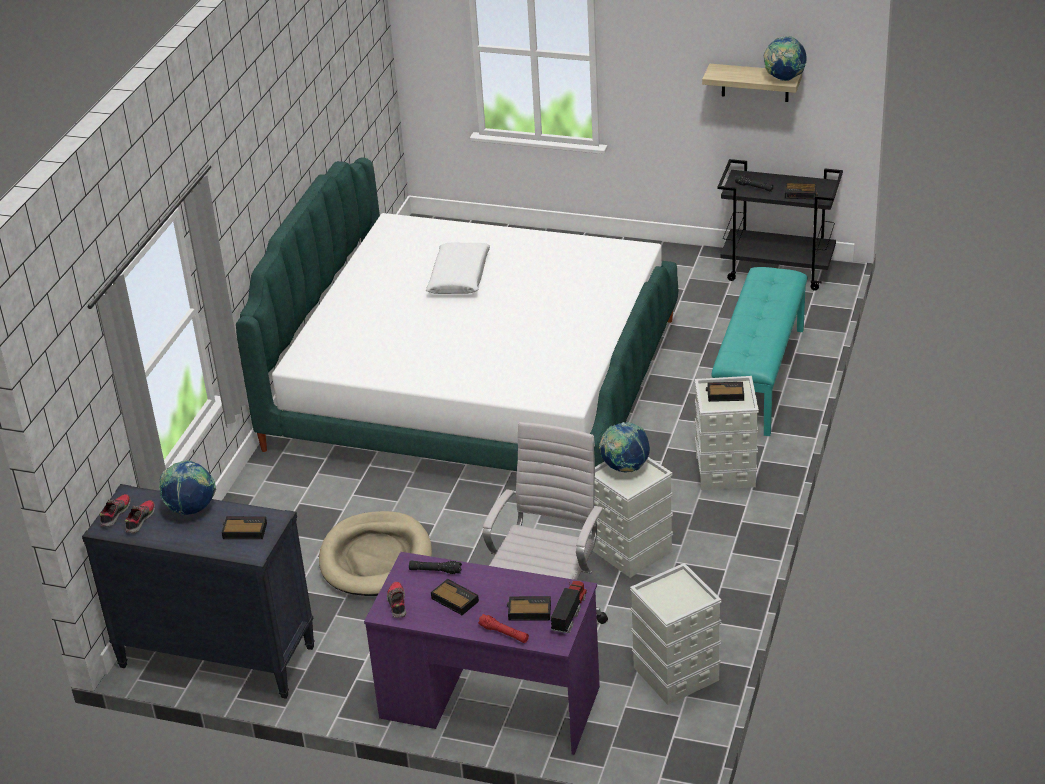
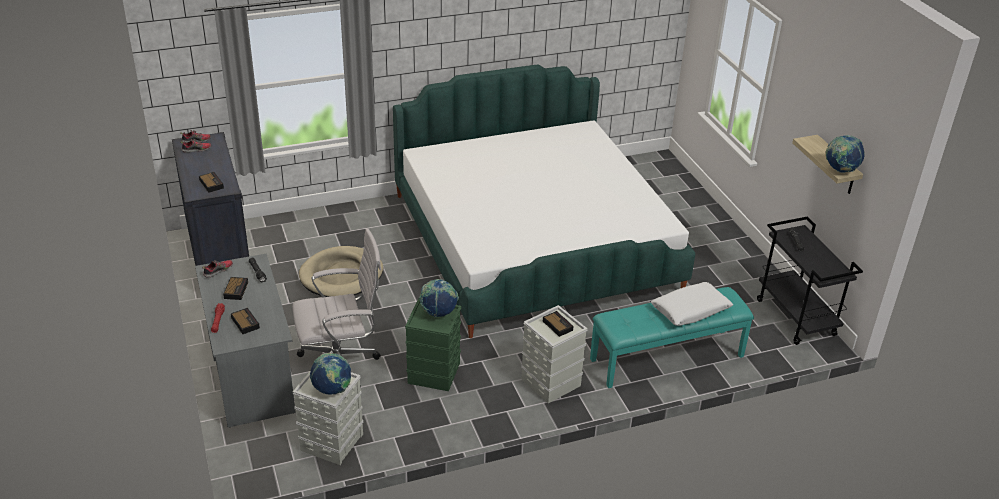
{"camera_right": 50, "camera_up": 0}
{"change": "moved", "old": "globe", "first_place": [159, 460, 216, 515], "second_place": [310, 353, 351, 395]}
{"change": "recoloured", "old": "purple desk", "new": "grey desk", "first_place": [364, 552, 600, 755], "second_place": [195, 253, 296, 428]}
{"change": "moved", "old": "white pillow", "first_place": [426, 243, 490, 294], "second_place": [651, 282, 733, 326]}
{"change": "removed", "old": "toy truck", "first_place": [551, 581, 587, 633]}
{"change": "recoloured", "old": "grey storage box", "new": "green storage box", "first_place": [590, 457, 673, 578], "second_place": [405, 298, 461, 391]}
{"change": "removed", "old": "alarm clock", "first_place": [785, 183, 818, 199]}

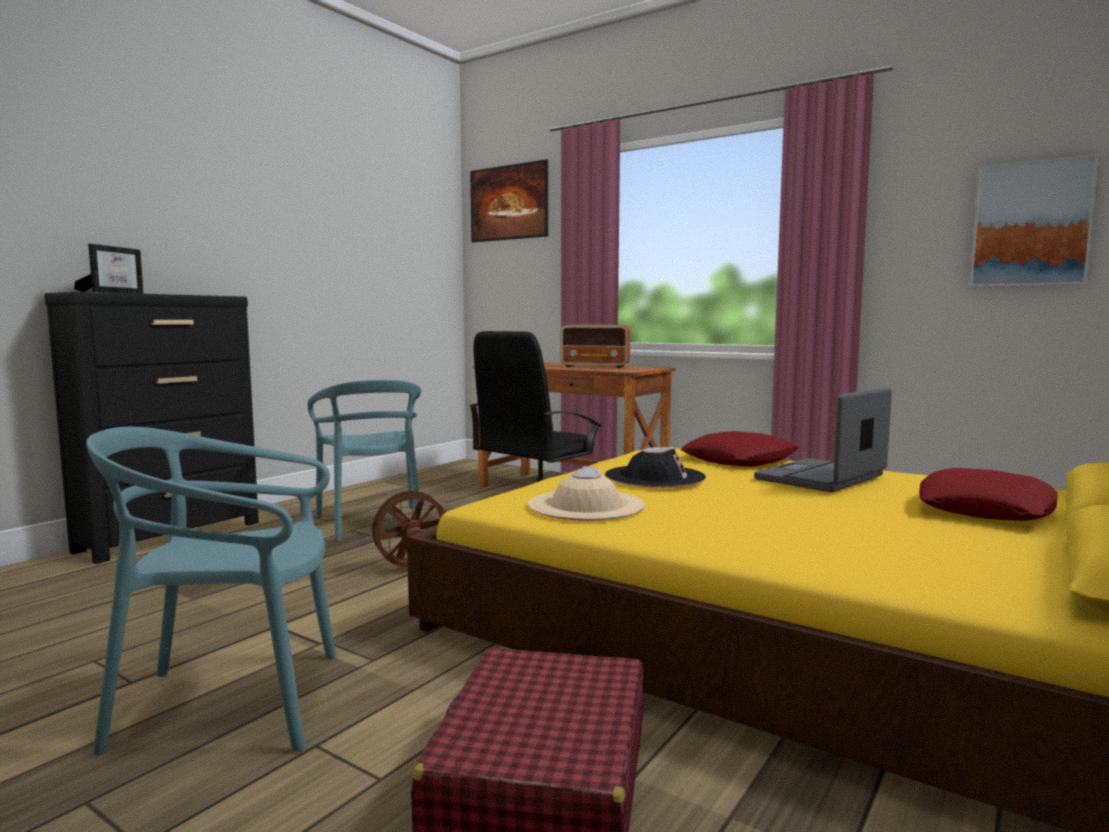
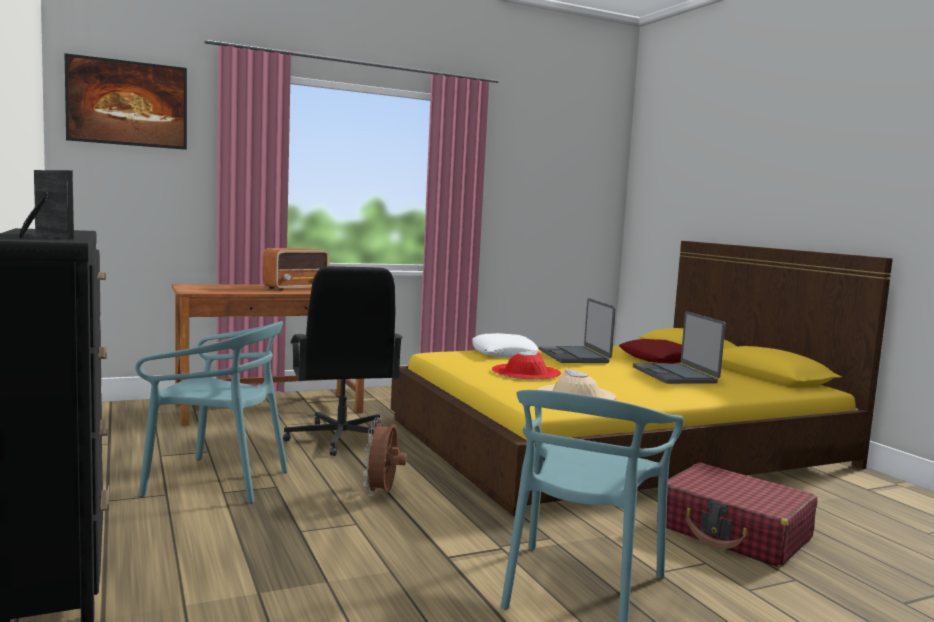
{"camera_right": -60, "camera_up": 0}
{"change": "recoloured", "old": "black hat", "new": "red hat", "first_place": [605, 447, 706, 488], "second_place": [492, 350, 561, 380]}
{"change": "recoloured", "old": "red pillow", "new": "white pillow", "first_place": [681, 431, 799, 467], "second_place": [472, 333, 539, 358]}
{"change": "removed", "old": "picture", "first_place": [969, 154, 1099, 287]}
{"change": "added", "new": "laptop", "second_place": [633, 311, 726, 384]}

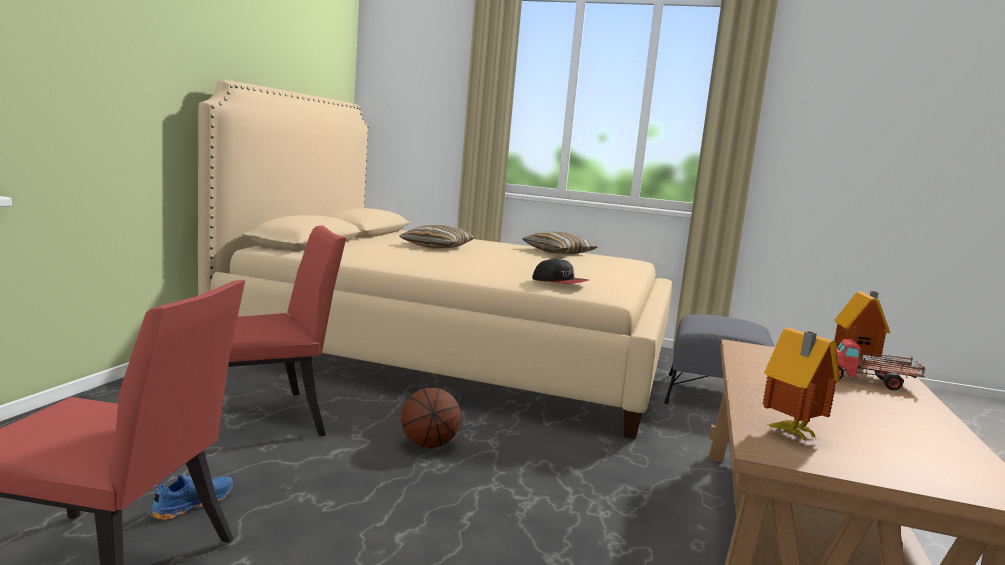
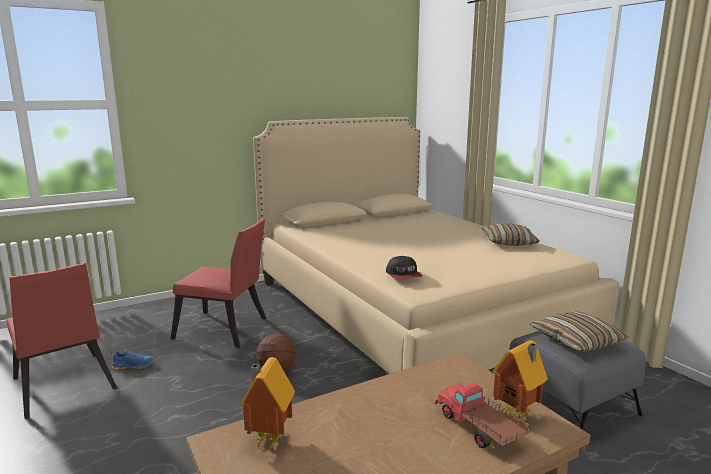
{"camera_right": 45, "camera_up": 5}
{"change": "moved", "old": "pillow", "first_place": [399, 225, 474, 249], "second_place": [530, 311, 629, 353]}

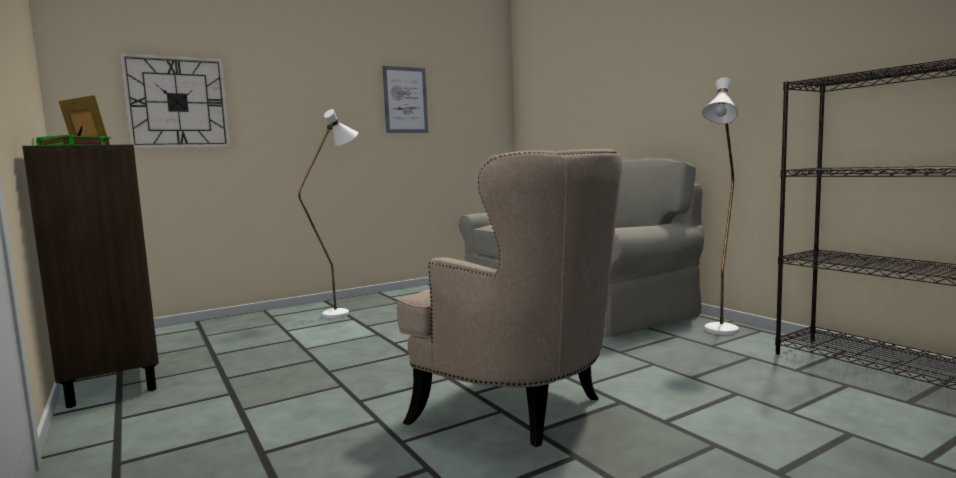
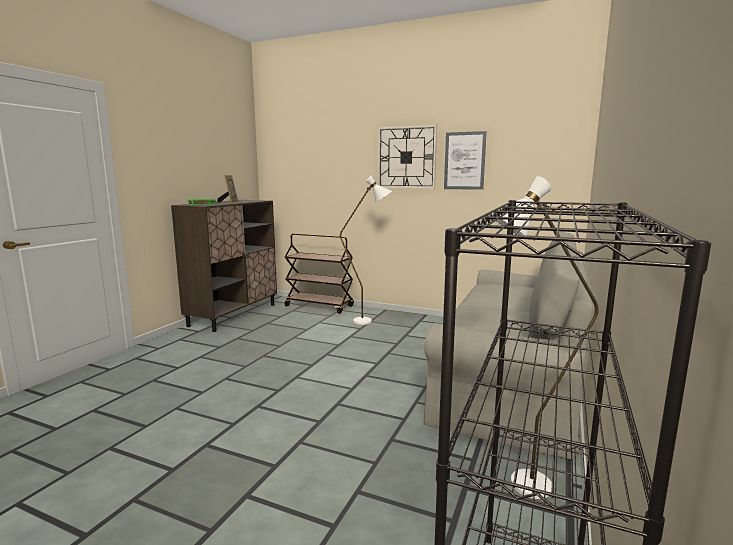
{"camera_right": 55, "camera_up": 5}
{"change": "moved", "old": "wall clock", "first_place": [120, 53, 230, 149], "second_place": [378, 125, 437, 189]}
{"change": "removed", "old": "beige armchair", "first_place": [397, 149, 622, 447]}
{"change": "added", "new": "brown cart", "second_place": [284, 234, 354, 314]}

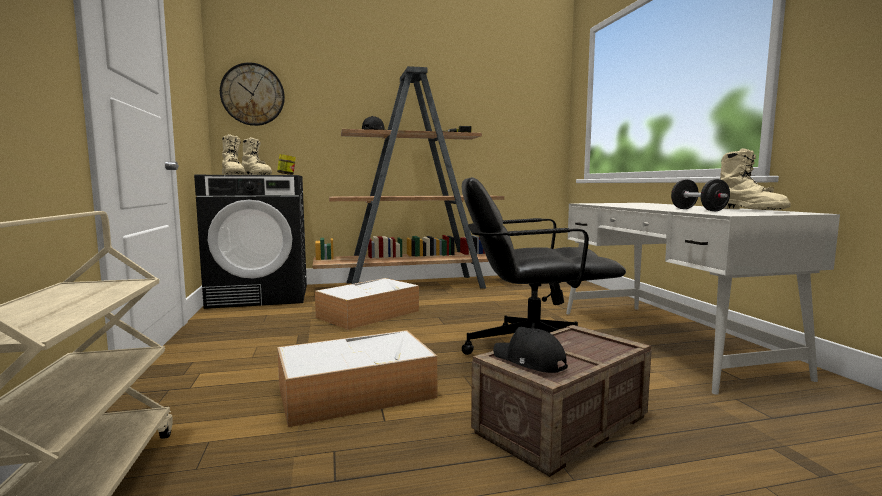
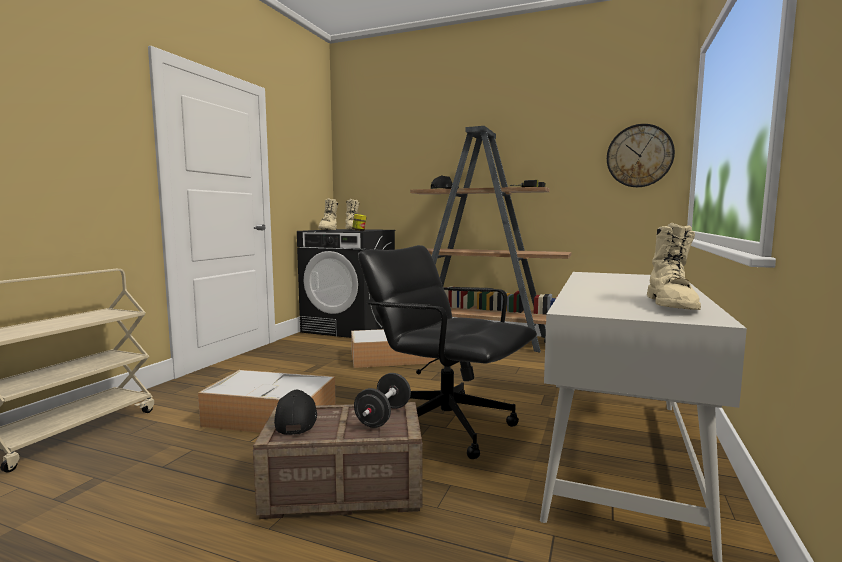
{"camera_right": 35, "camera_up": 0}
{"change": "moved", "old": "wall clock", "first_place": [220, 63, 285, 126], "second_place": [607, 124, 675, 187]}
{"change": "moved", "old": "black dumbbell", "first_place": [671, 179, 730, 211], "second_place": [354, 373, 411, 428]}

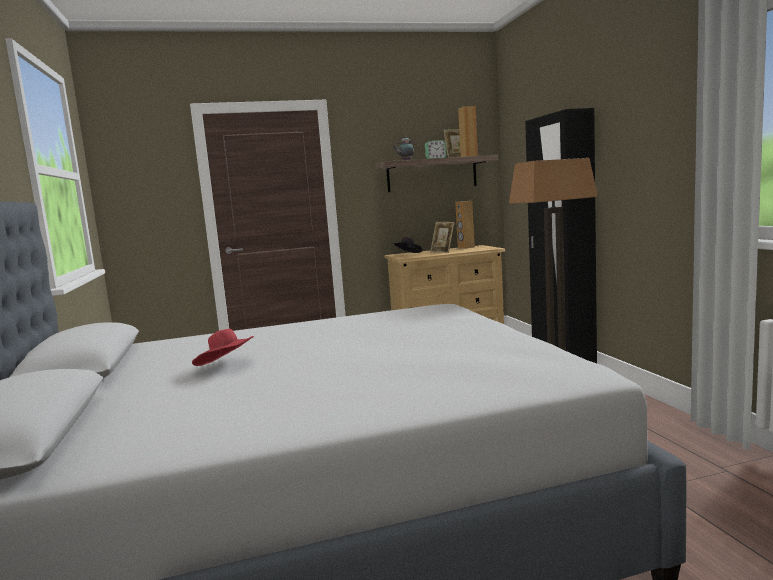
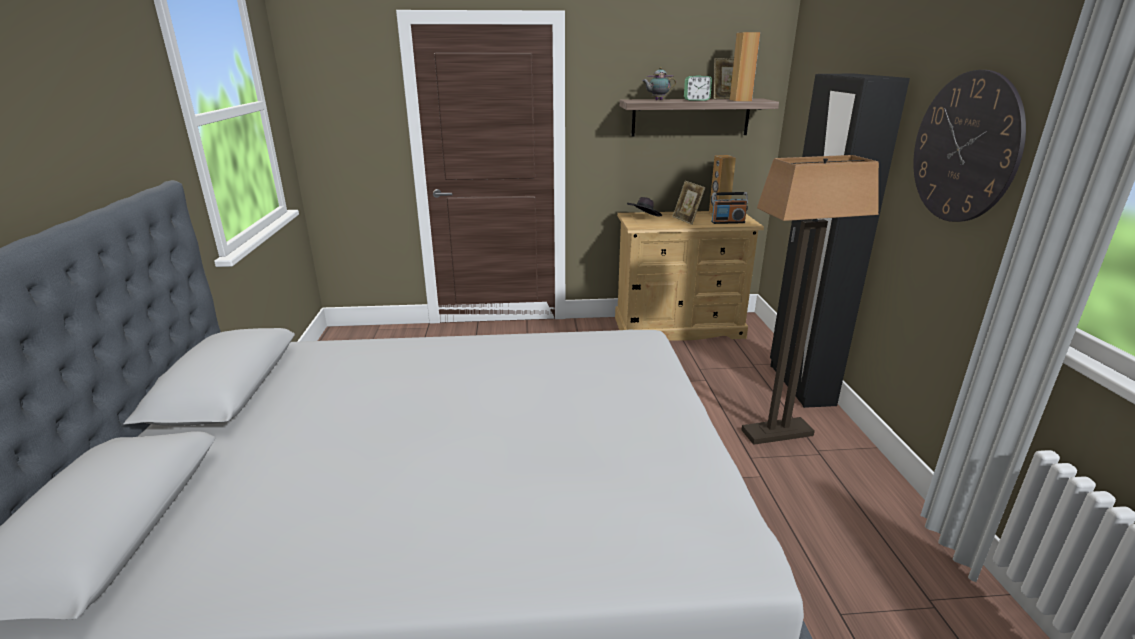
{"camera_right": 10, "camera_up": 15}
{"change": "removed", "old": "red hat", "first_place": [192, 329, 254, 366]}
{"change": "added", "new": "radio", "second_place": [711, 192, 748, 224]}
{"change": "added", "new": "wall clock", "second_place": [913, 70, 1026, 222]}

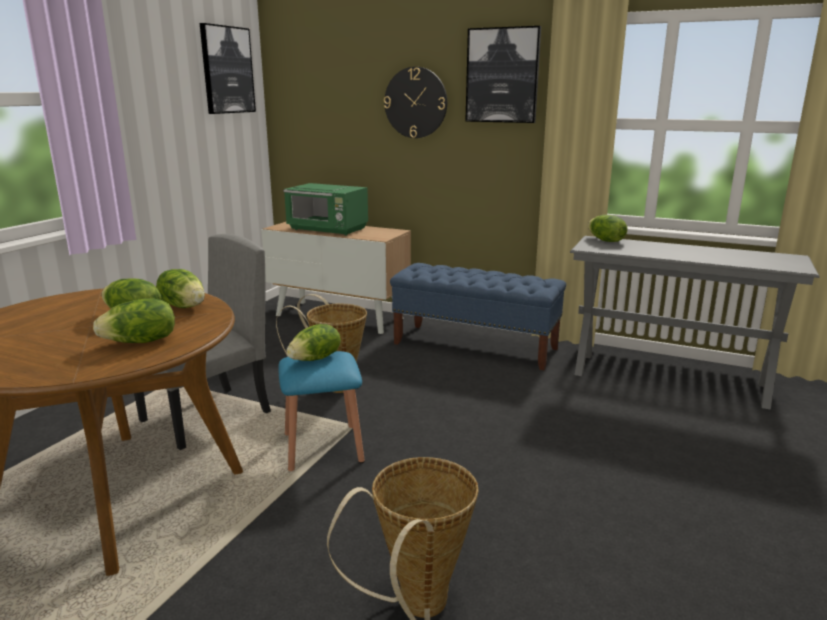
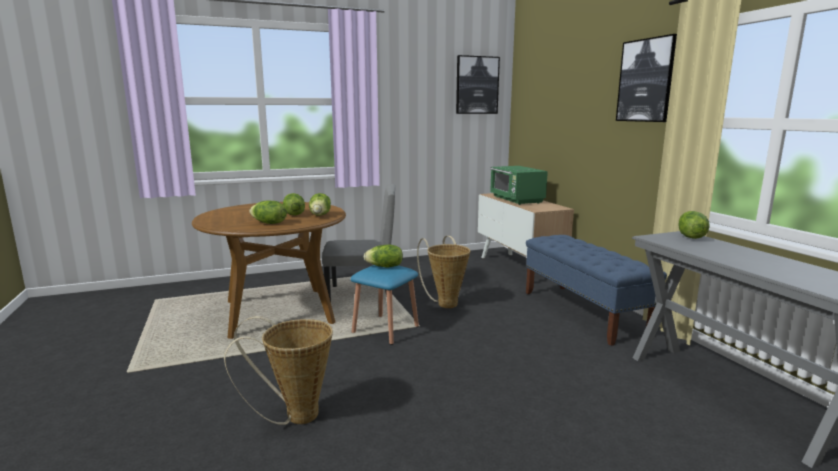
{"camera_right": 45, "camera_up": -5}
{"change": "removed", "old": "wall clock", "first_place": [384, 67, 447, 138]}

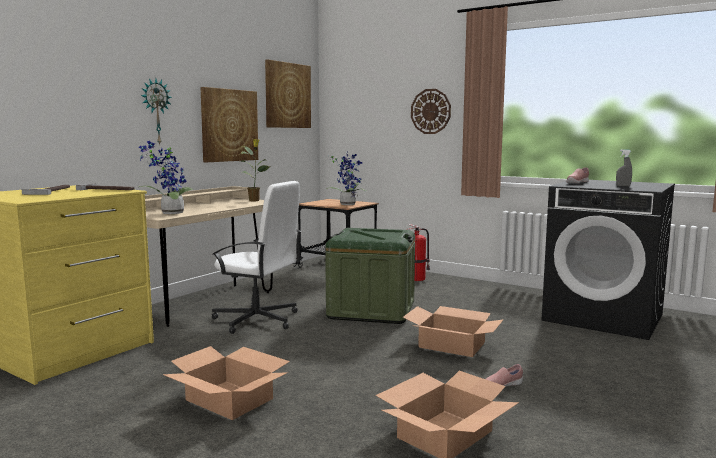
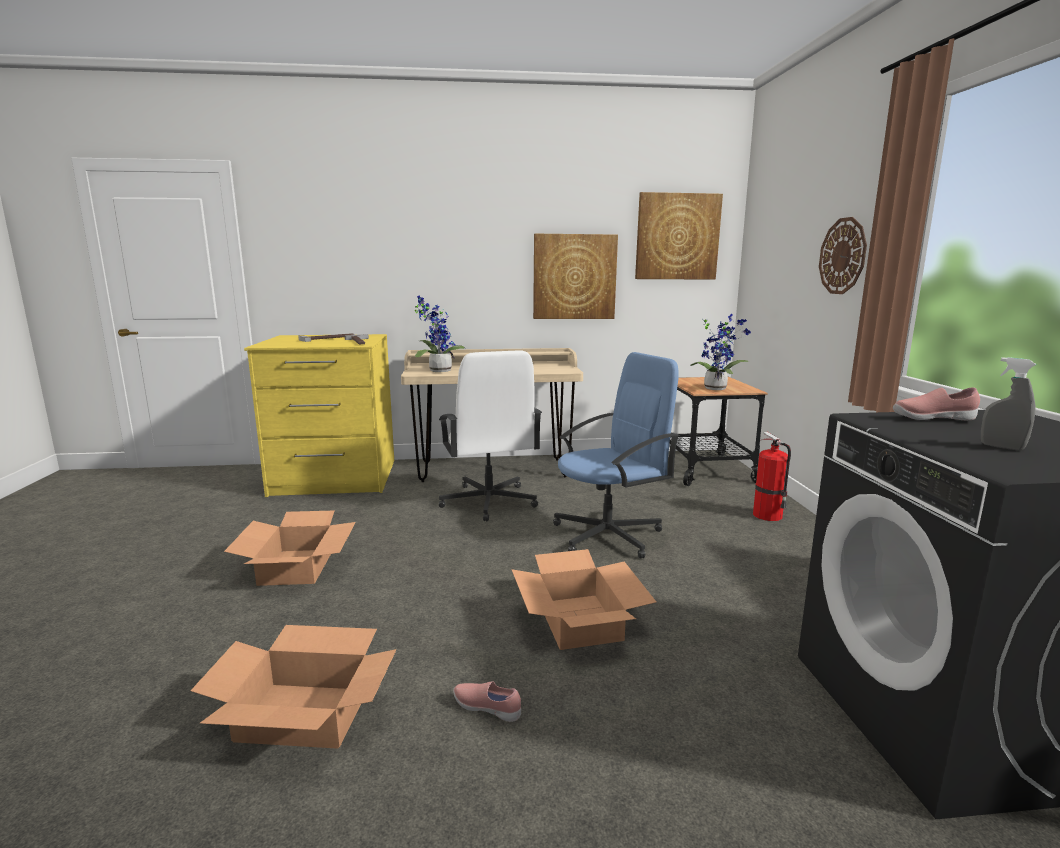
{"camera_right": 50, "camera_up": 5}
{"change": "removed", "old": "wall clock", "first_place": [141, 78, 172, 145]}
{"change": "removed", "old": "potted plant", "first_place": [240, 139, 270, 201]}
{"change": "replaced", "old": "green storage box", "new": "blue office chair", "first_place": [325, 228, 415, 324], "second_place": [553, 352, 680, 558]}

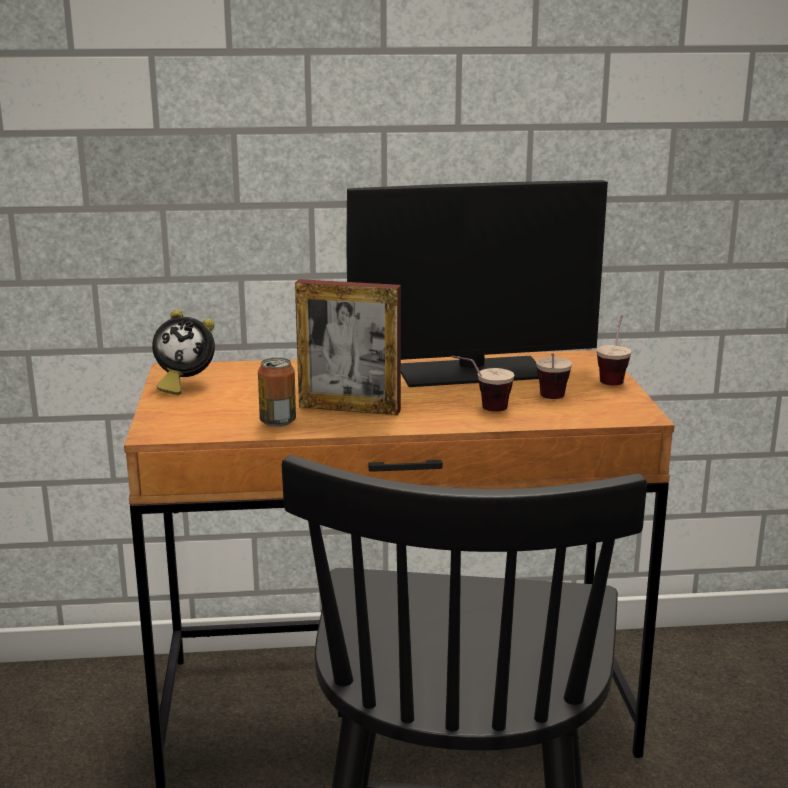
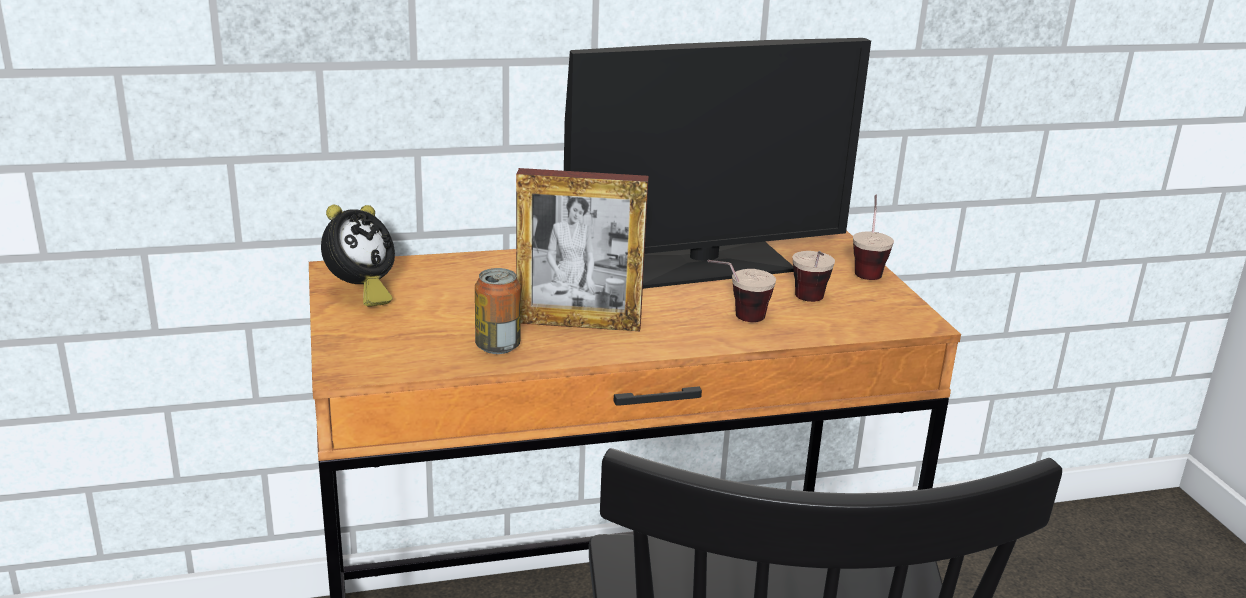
{"camera_right": -10, "camera_up": 5}
{"change": "turned", "old": "alarm clock", "first_place": [152, 310, 215, 395], "second_place": [321, 205, 395, 306], "degrees": -45}

